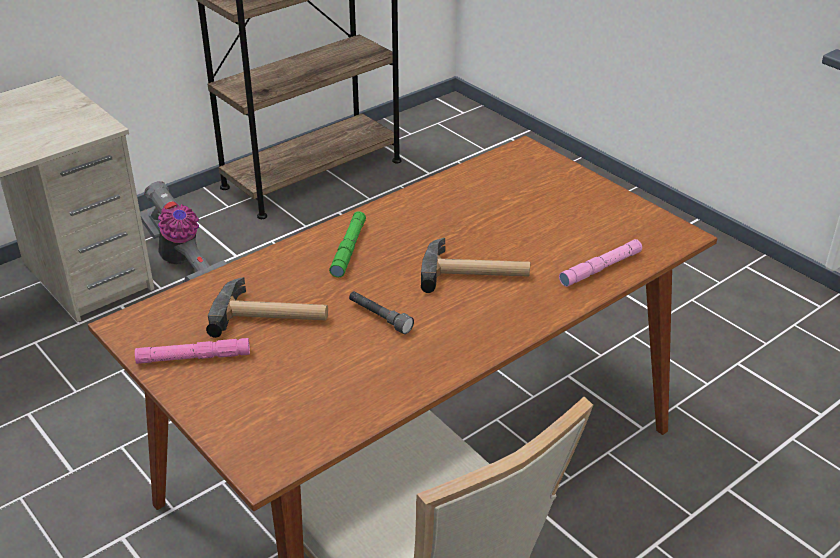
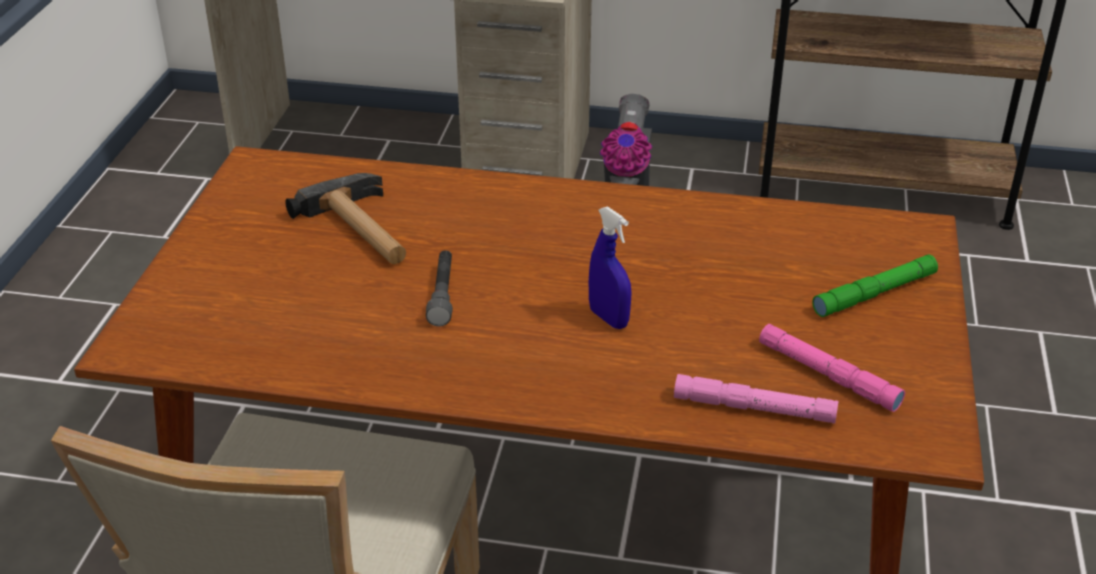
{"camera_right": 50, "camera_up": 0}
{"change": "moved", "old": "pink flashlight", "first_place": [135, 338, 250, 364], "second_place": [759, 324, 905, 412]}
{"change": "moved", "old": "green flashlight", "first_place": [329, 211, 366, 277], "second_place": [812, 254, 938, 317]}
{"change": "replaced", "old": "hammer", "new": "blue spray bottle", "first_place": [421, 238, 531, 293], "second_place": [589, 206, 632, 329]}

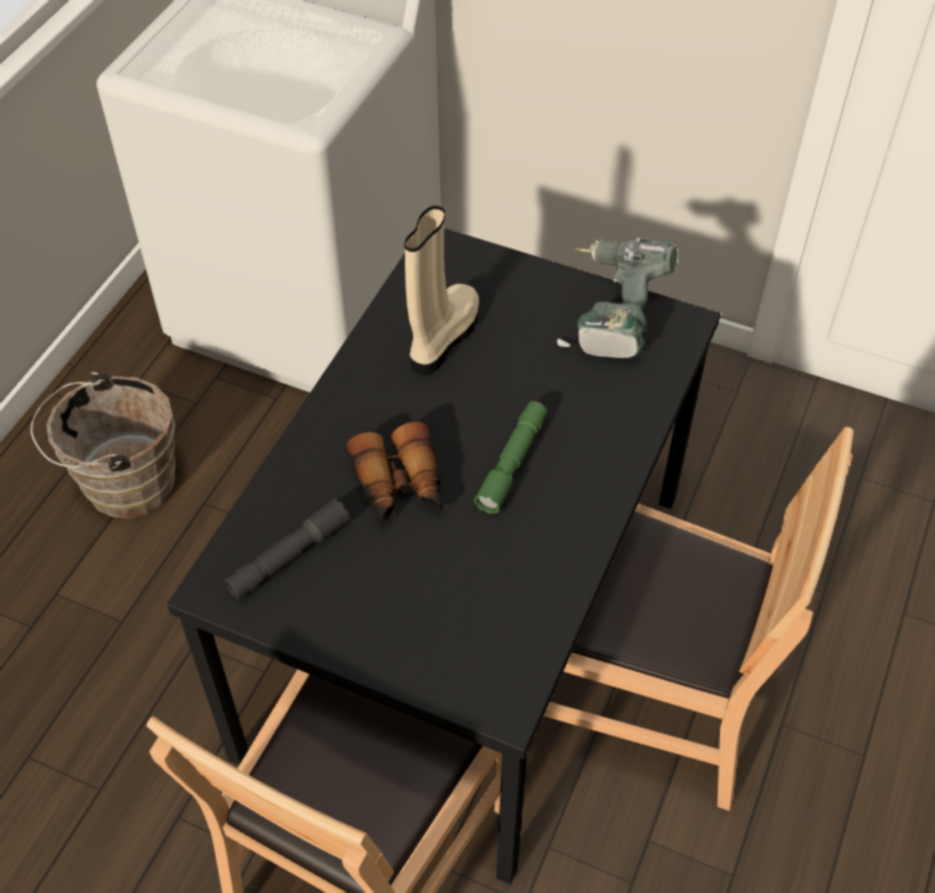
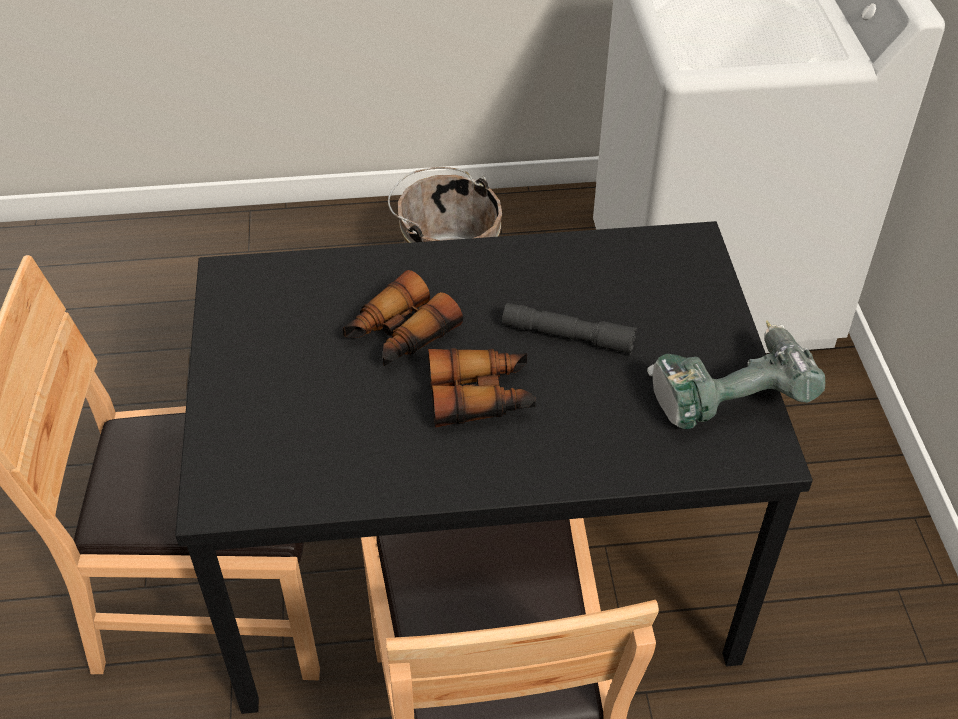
{"camera_right": 60, "camera_up": -5}
{"change": "moved", "old": "grey flashlight", "first_place": [224, 498, 350, 599], "second_place": [502, 303, 637, 354]}
{"change": "removed", "old": "beige boot", "first_place": [404, 206, 479, 375]}
{"change": "replaced", "old": "green flashlight", "new": "binoculars", "first_place": [474, 401, 547, 514], "second_place": [428, 348, 536, 428]}

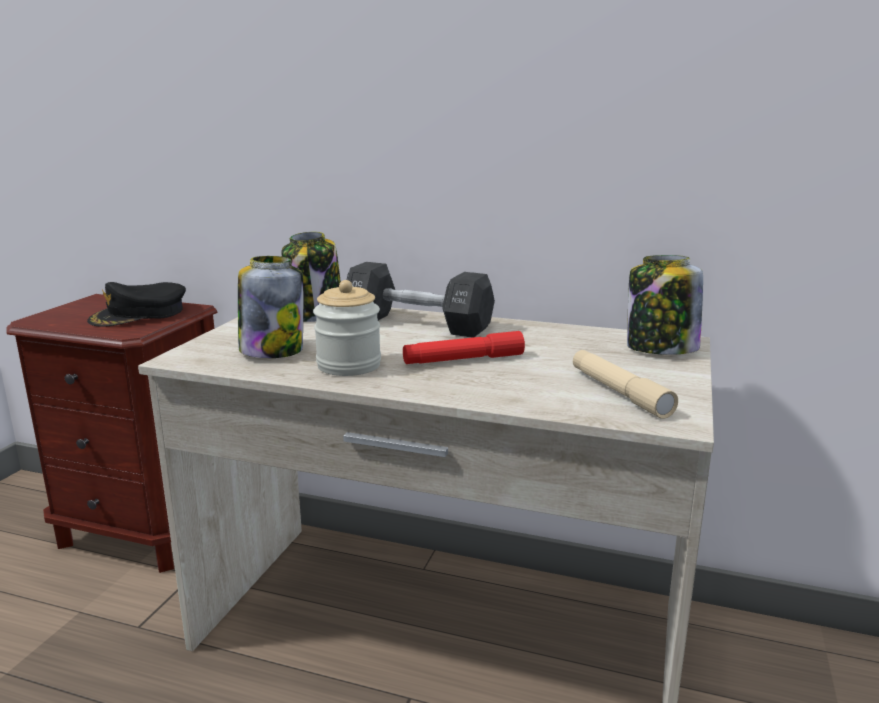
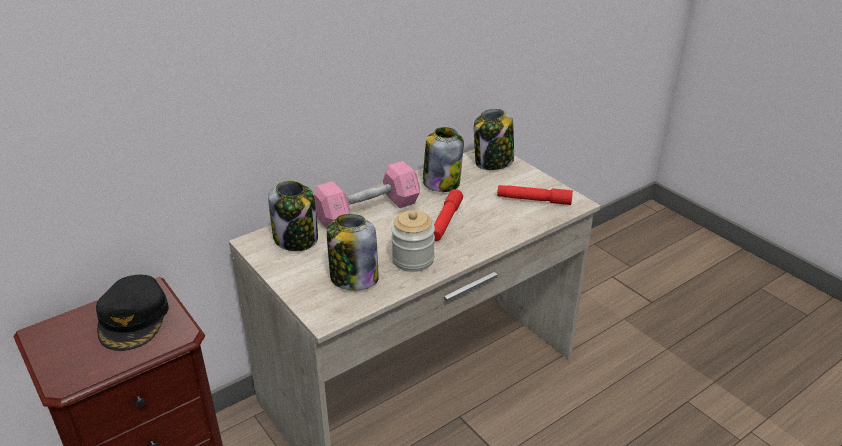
{"camera_right": -55, "camera_up": 15}
{"change": "recoloured", "old": "black dumbbell", "new": "pink dumbbell", "first_place": [346, 262, 495, 338], "second_place": [314, 161, 420, 228]}
{"change": "recoloured", "old": "beige flashlight", "new": "red flashlight", "first_place": [573, 350, 678, 419], "second_place": [497, 185, 573, 205]}
{"change": "added", "new": "jar", "second_place": [423, 127, 464, 192]}

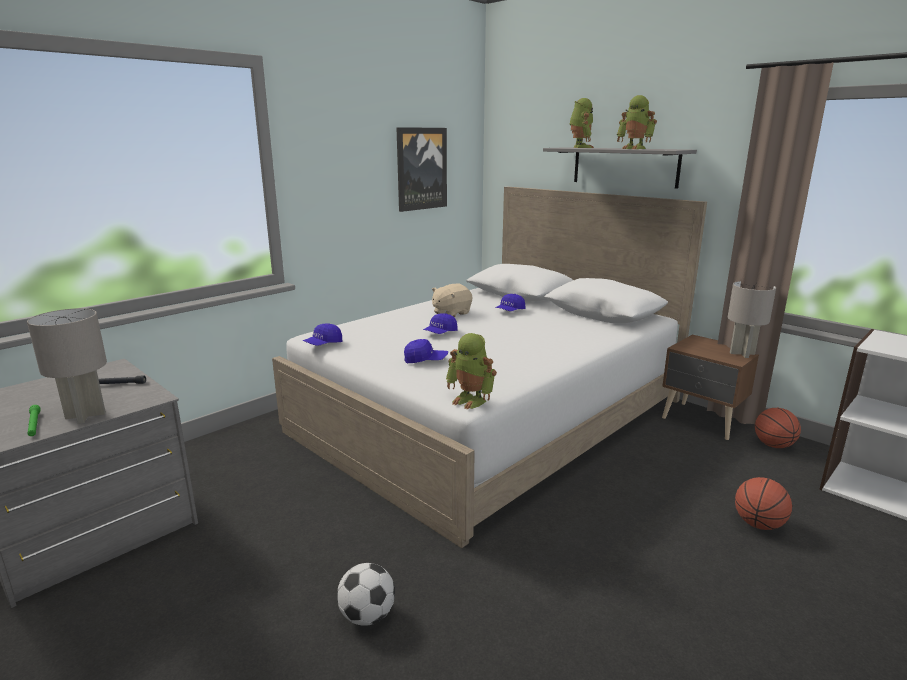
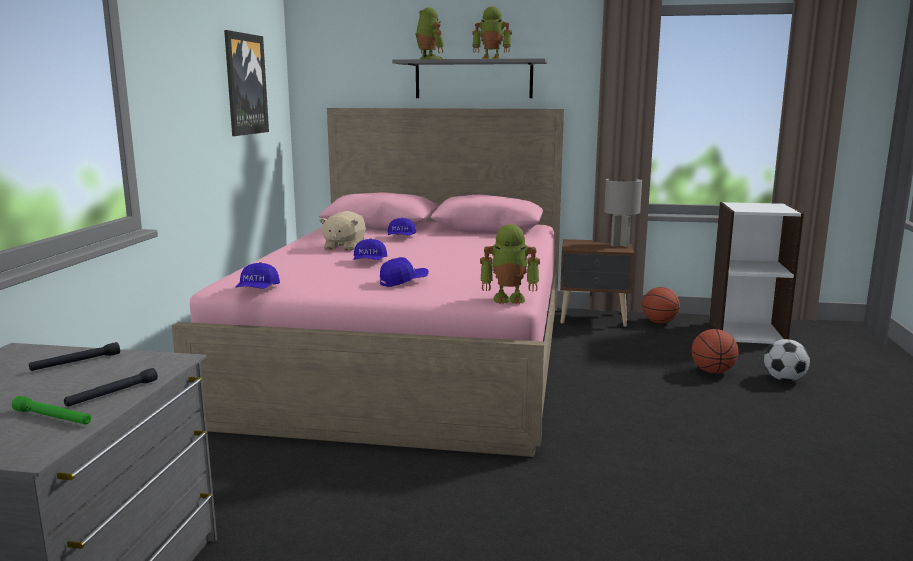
{"camera_right": -35, "camera_up": -5}
{"change": "replaced", "old": "grey table lamp", "new": "black flashlight", "first_place": [27, 308, 107, 424], "second_place": [64, 368, 158, 407]}
{"change": "recoloured", "old": "white bed", "new": "pink bed", "first_place": [272, 187, 707, 548], "second_place": [172, 108, 564, 457]}
{"change": "moved", "old": "football", "first_place": [337, 563, 395, 626], "second_place": [764, 339, 810, 381]}

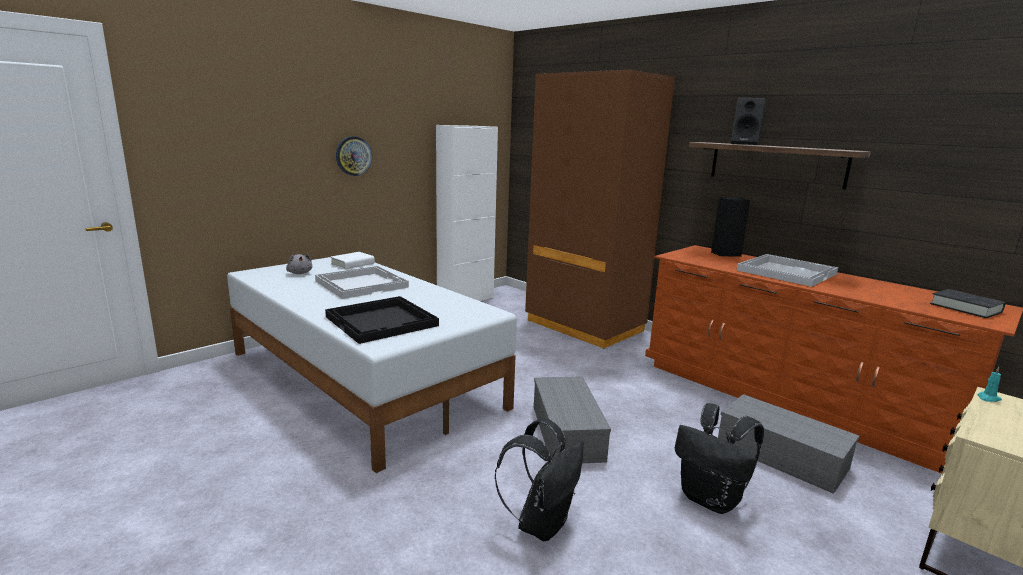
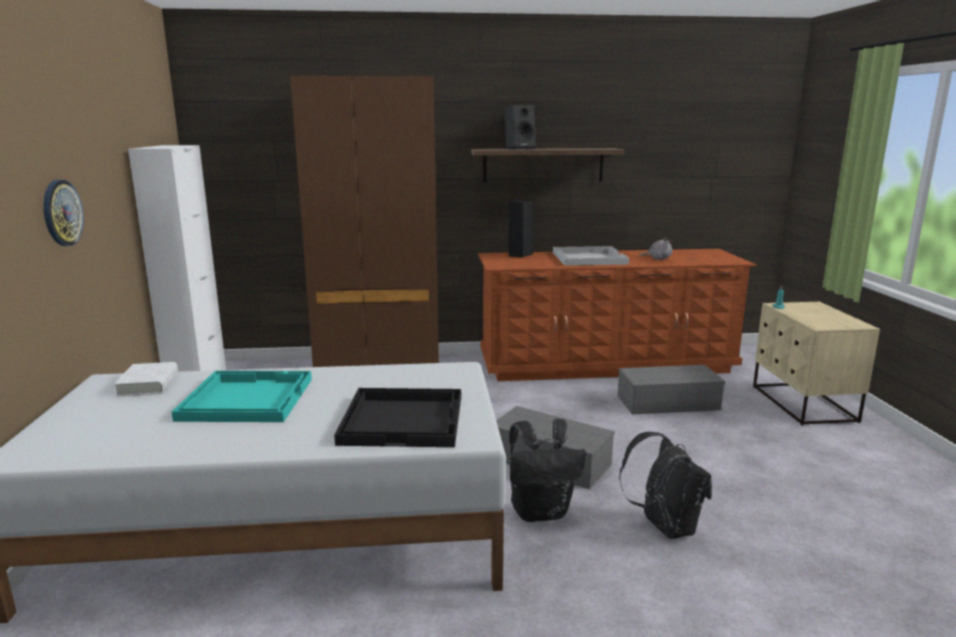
{"camera_right": -50, "camera_up": 0}
{"change": "moved", "old": "grey plush toy", "first_place": [286, 254, 312, 274], "second_place": [639, 238, 672, 259]}
{"change": "recoloured", "old": "white tray", "new": "turquoise tray", "first_place": [315, 266, 409, 299], "second_place": [171, 371, 312, 422]}
{"change": "moved", "old": "black backpack", "first_place": [675, 403, 764, 514], "second_place": [509, 419, 586, 522]}
{"change": "removed", "old": "black book", "first_place": [930, 289, 1006, 318]}

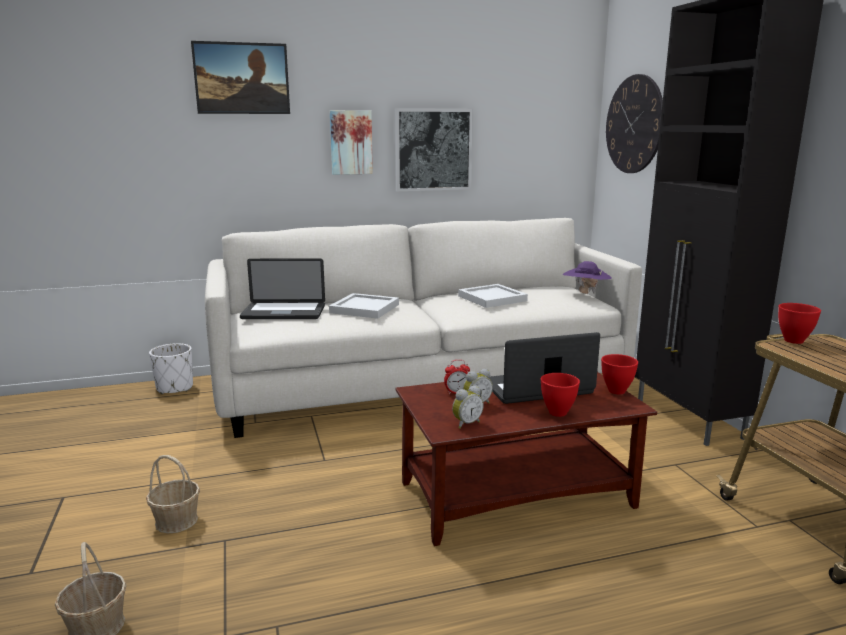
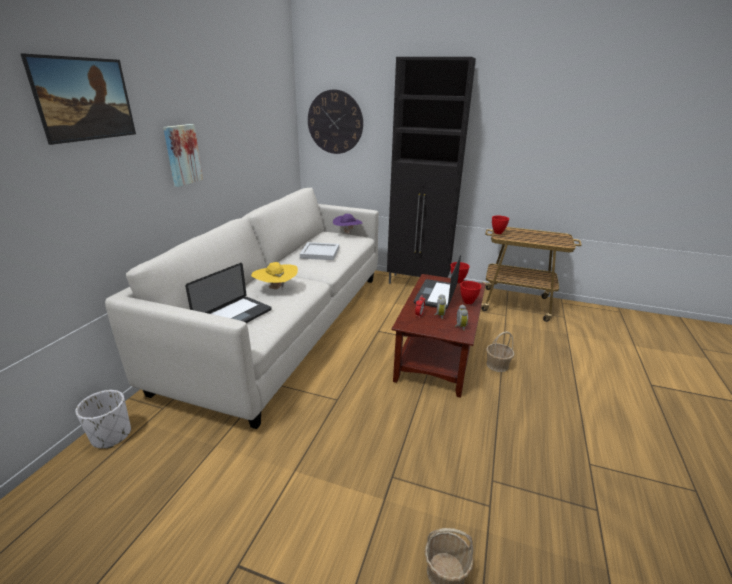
{"camera_right": -55, "camera_up": 10}
{"change": "moved", "old": "basket", "first_place": [146, 455, 200, 533], "second_place": [486, 331, 514, 372]}
{"change": "replaced", "old": "white tray", "new": "yellow hat", "first_place": [329, 293, 399, 319], "second_place": [251, 262, 298, 290]}
{"change": "removed", "old": "picture", "first_place": [395, 108, 473, 191]}

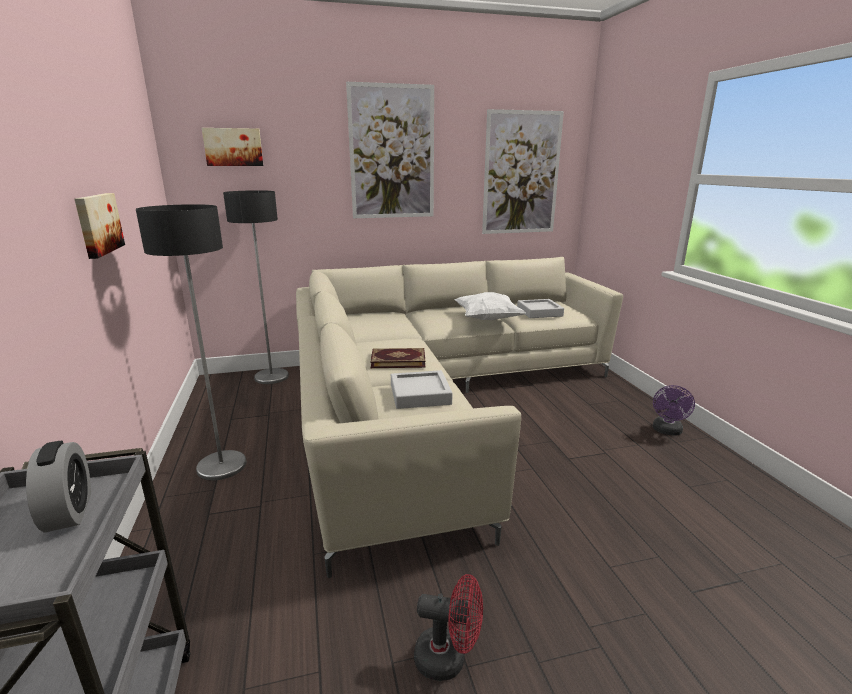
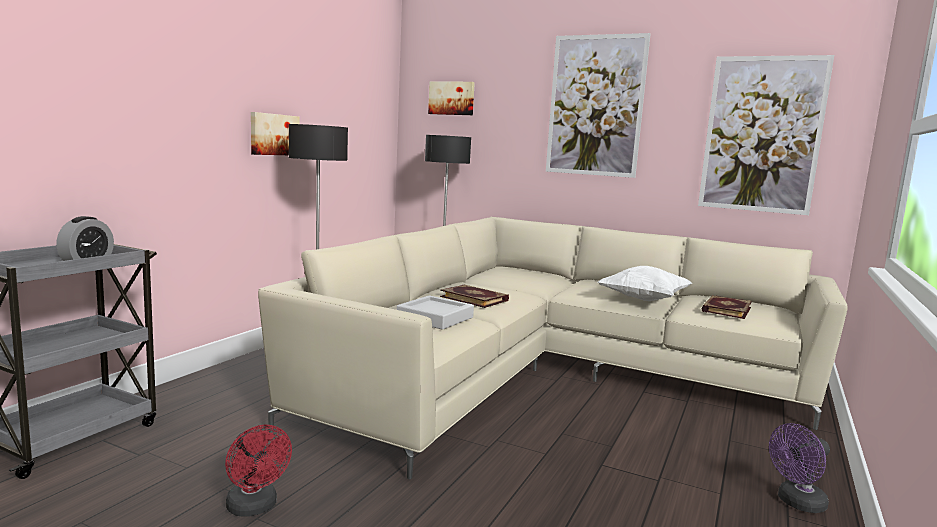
{"camera_right": 40, "camera_up": -10}
{"change": "replaced", "old": "grey tray", "new": "book", "first_place": [517, 299, 564, 318], "second_place": [701, 295, 752, 319]}

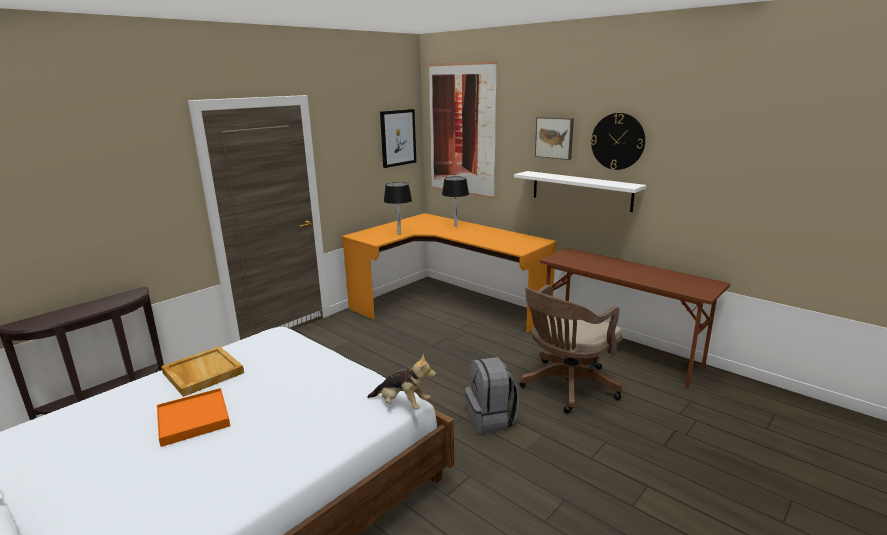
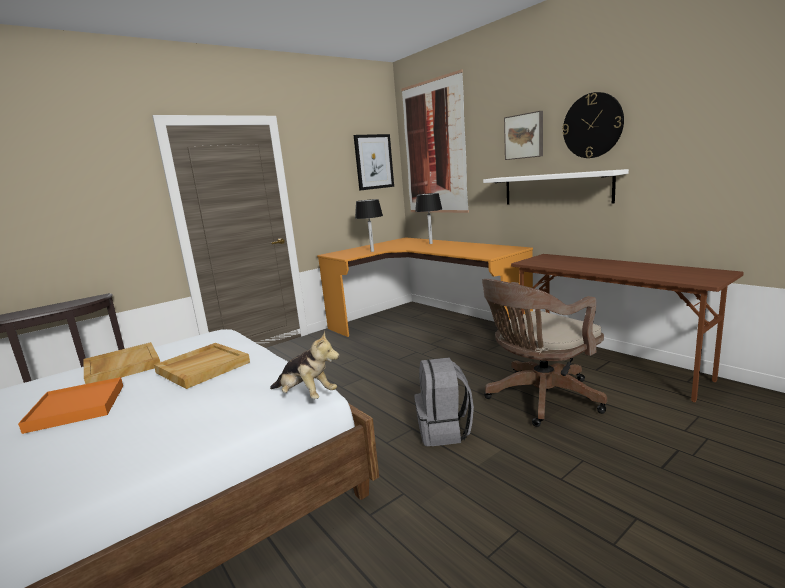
{"camera_right": 10, "camera_up": -5}
{"change": "added", "new": "beige tray", "second_place": [154, 343, 250, 389]}

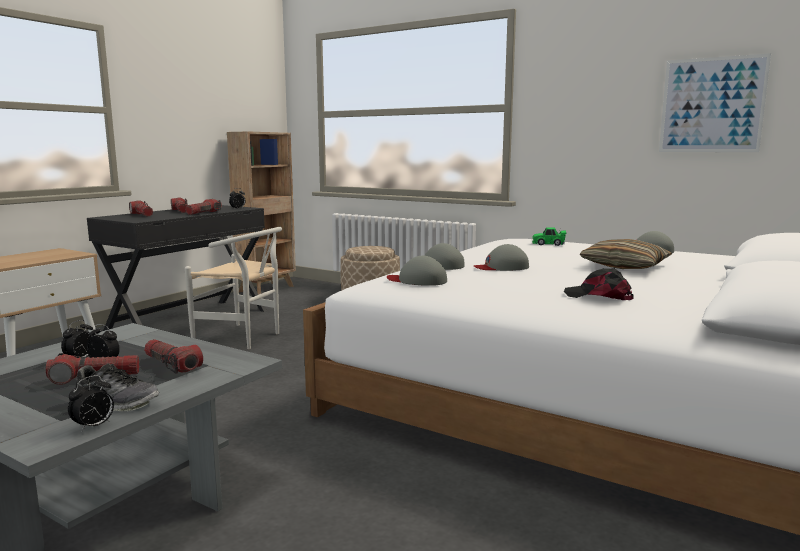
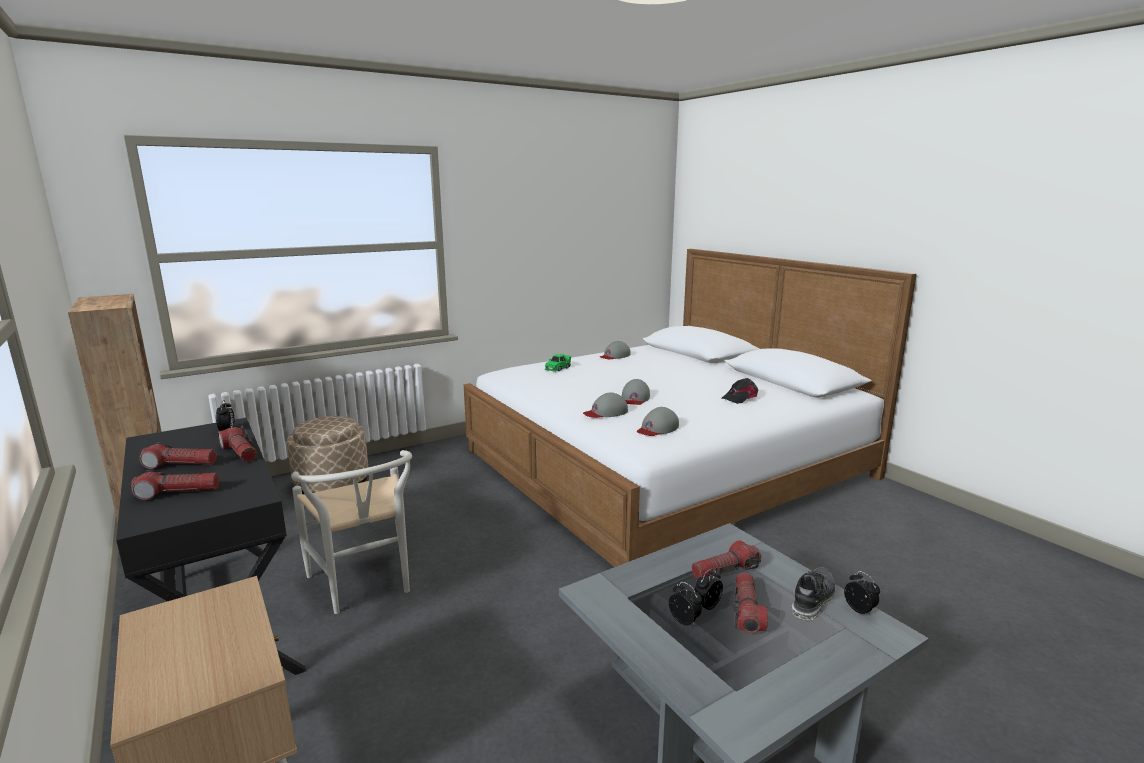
{"camera_right": -65, "camera_up": 5}
{"change": "turned", "old": "white chair", "first_place": [185, 227, 282, 349], "second_place": [291, 450, 412, 614], "degrees": 105}
{"change": "removed", "old": "pillow", "first_place": [580, 239, 672, 269]}
{"change": "removed", "old": "picture", "first_place": [659, 53, 771, 152]}

